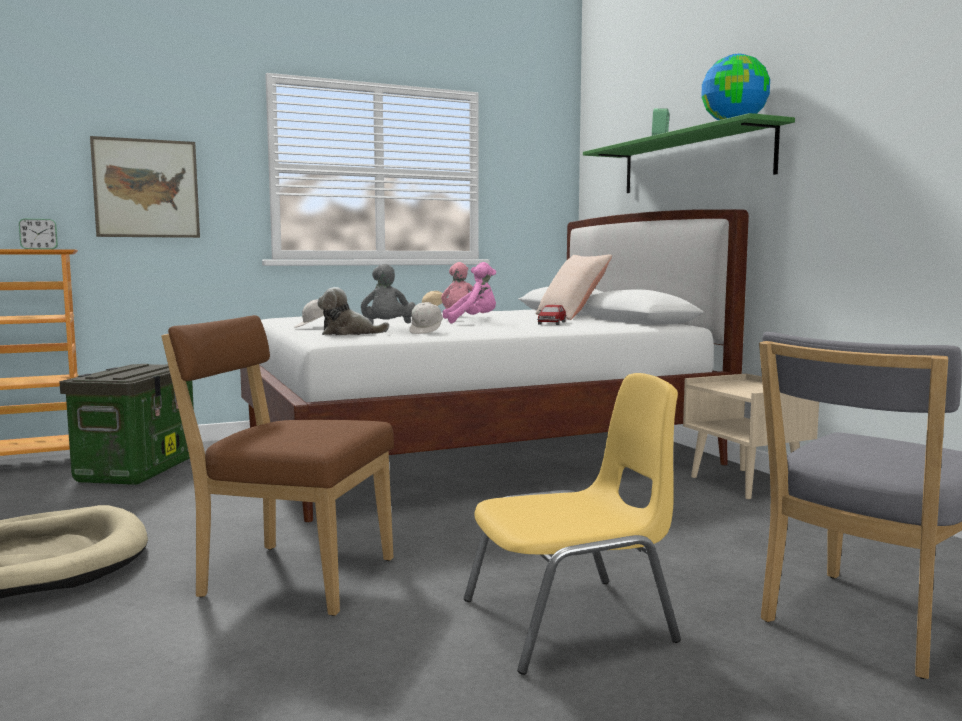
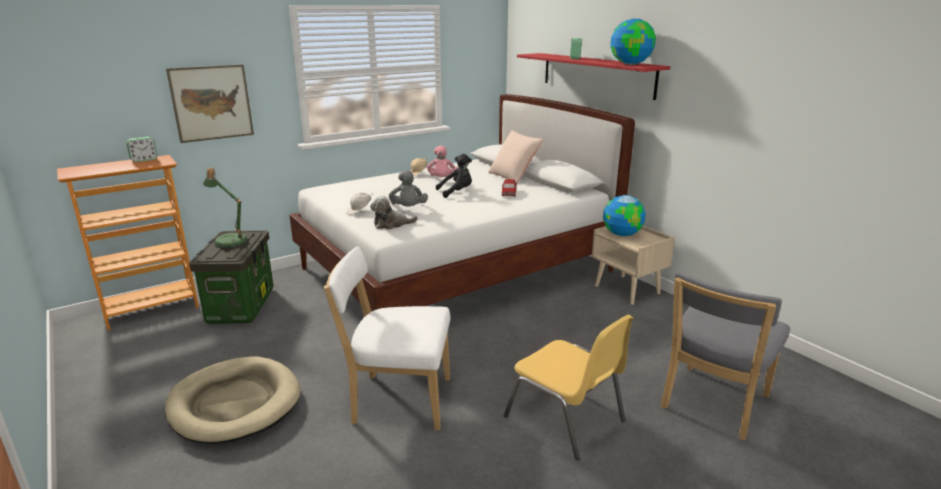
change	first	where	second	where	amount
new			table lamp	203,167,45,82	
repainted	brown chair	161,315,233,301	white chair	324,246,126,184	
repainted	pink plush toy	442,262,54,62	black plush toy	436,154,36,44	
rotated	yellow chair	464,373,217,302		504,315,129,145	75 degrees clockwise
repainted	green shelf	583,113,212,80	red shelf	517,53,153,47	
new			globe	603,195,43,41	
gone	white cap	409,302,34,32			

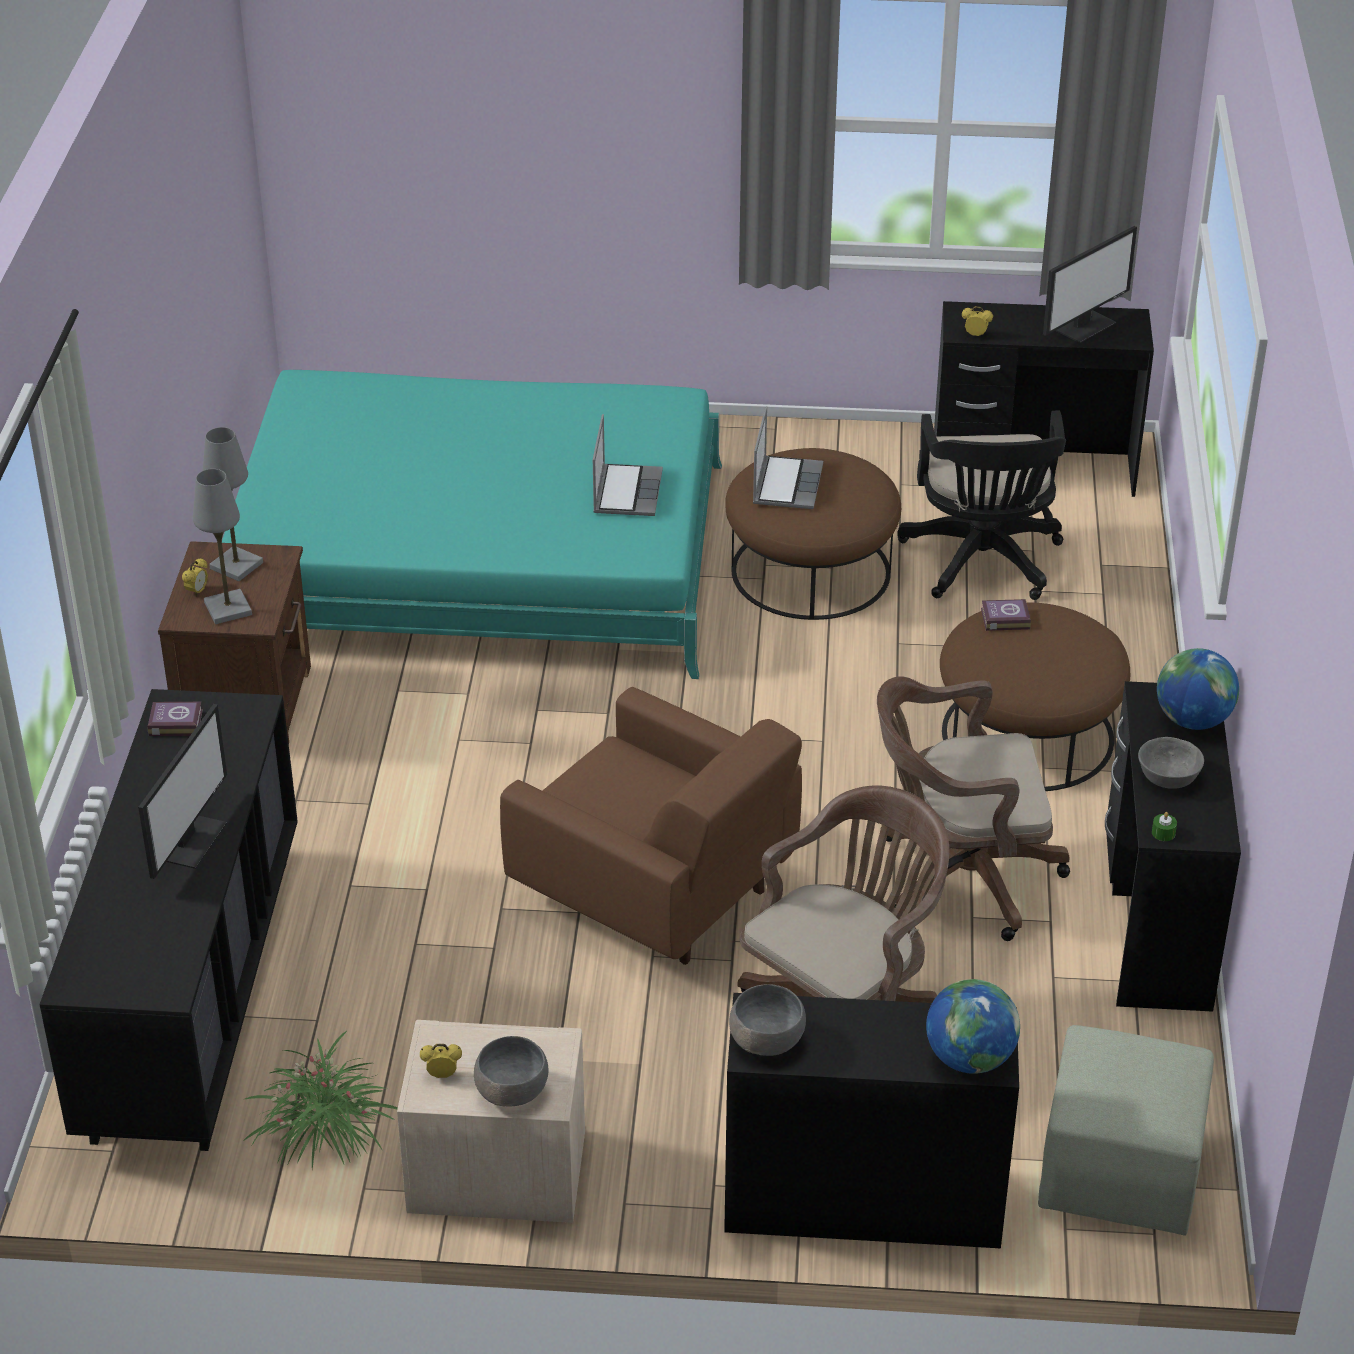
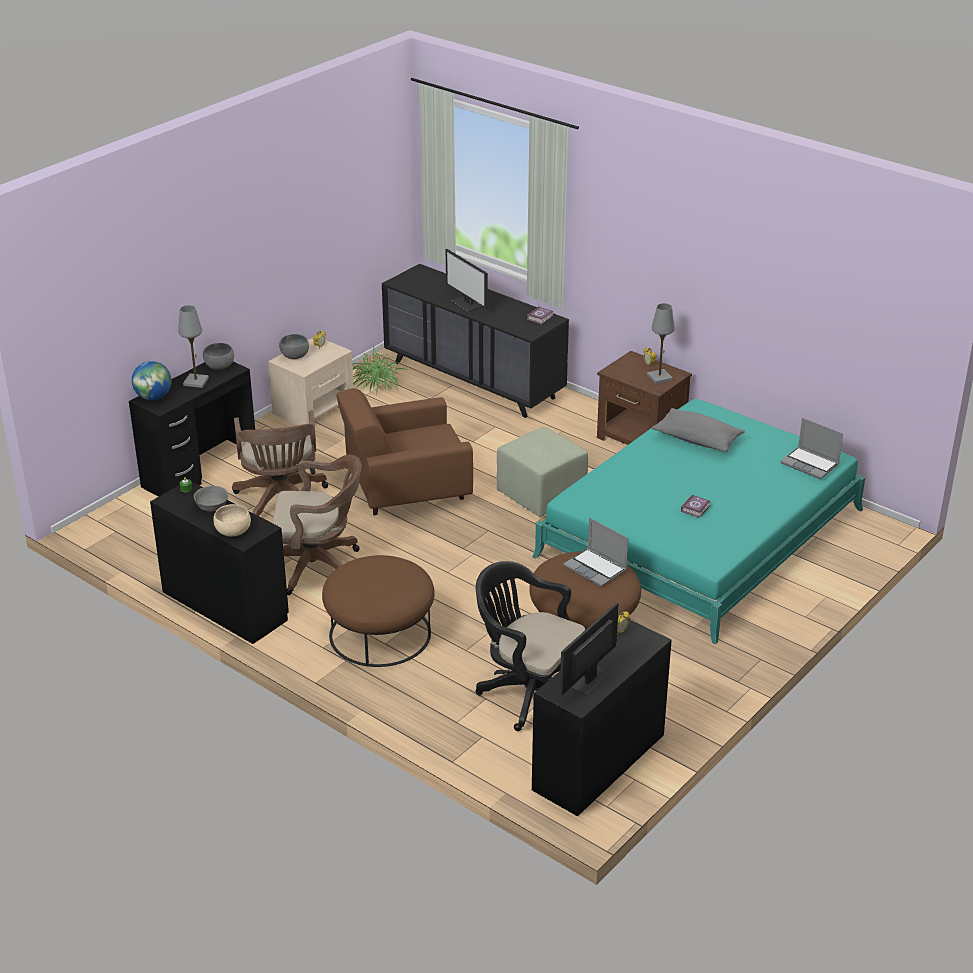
change	first	where	second	where	amount
shifted	grey table lamp	193,469,59,155		178,305,31,83	
swapped	globe	1157,648,82,82	beige bowl	213,504,38,32	
rotated	brown office chair	877,676,193,265		272,455,90,140	60 degrees clockwise
shifted	green ottoman	1038,1025,176,211		497,427,91,90	
rotated	monitor	1043,226,94,117		560,602,59,93	45 degrees clockwise
new			grey pillow	652,408,93,44	
shifted	book	981,599,50,32		681,494,29,24	
shifted	laptop	593,414,70,102		780,418,63,61	

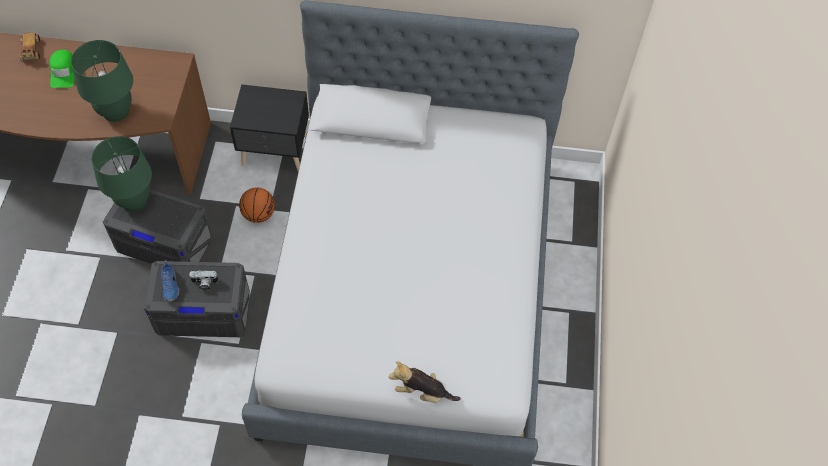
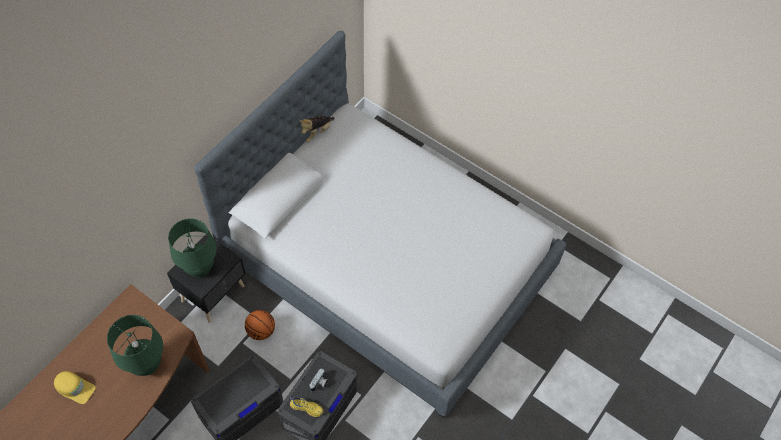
change	first	where	second	where	amount
repainted	green cap	49,50,25,38	yellow cap	54,371,42,33	
shifted	green table lamp	91,136,61,76		168,218,49,60	
repainted	blue shoe	161,260,18,42	yellow shoe	290,397,34,20	
shifted	plush toy	389,361,71,42		299,116,35,26	
gone	toy car	20,32,20,29			

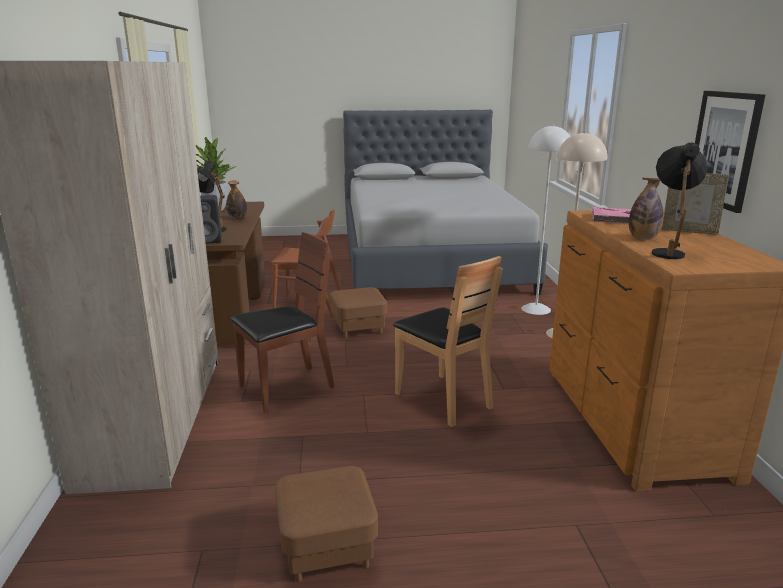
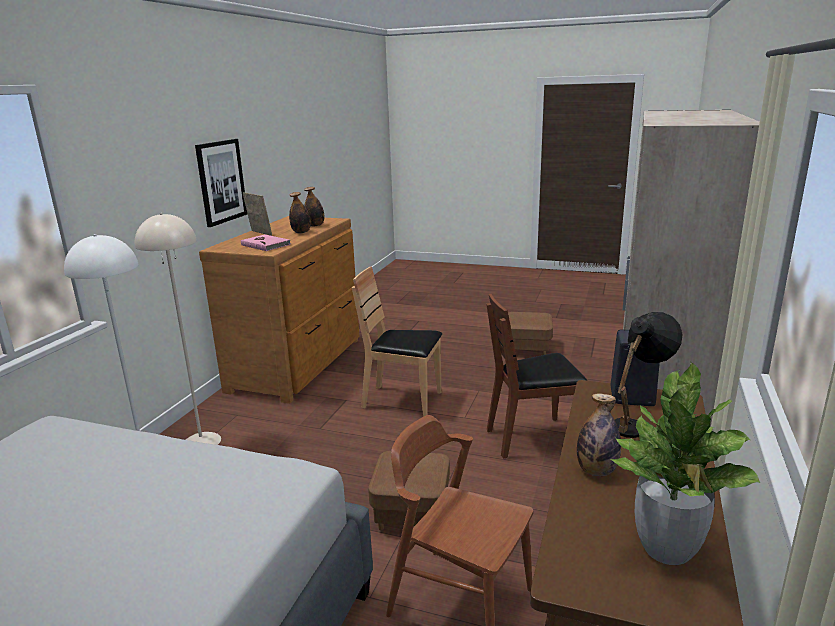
change	first	where	second	where	amount
swapped	black table lamp	652,142,56,117	bottle	304,187,21,40	
rotated	brown chair	393,256,110,171		352,266,90,151	60 degrees counterclockwise

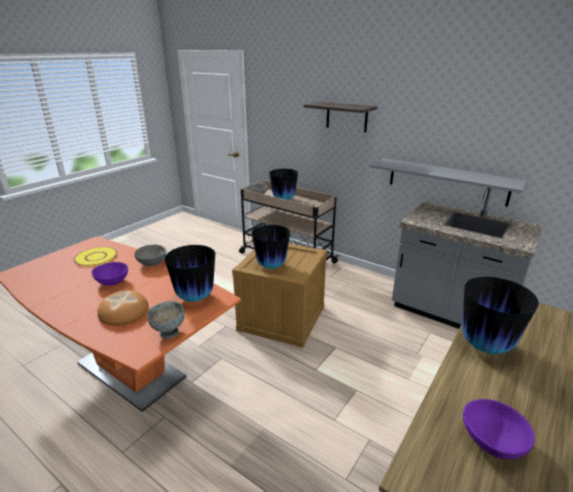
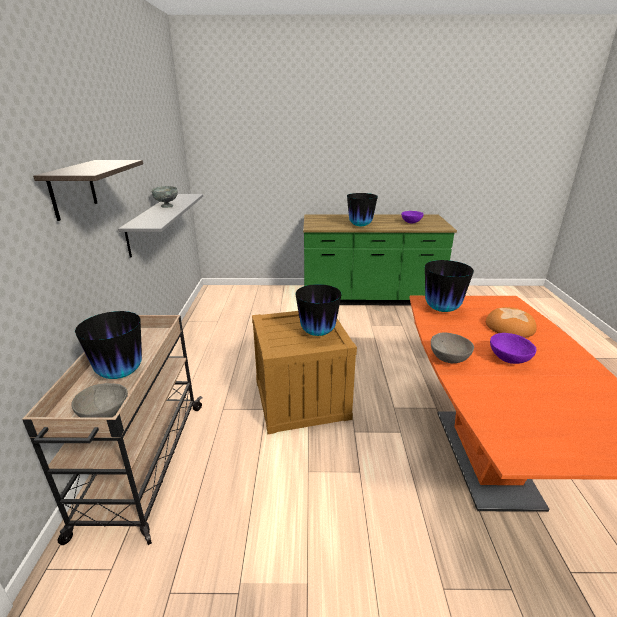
change	first	where	second	where	amount
shifted	grey bowl	147,301,38,38		151,186,27,22	
gone	yellow plate	74,247,43,19			
gone	grey counter	392,187,151,142			

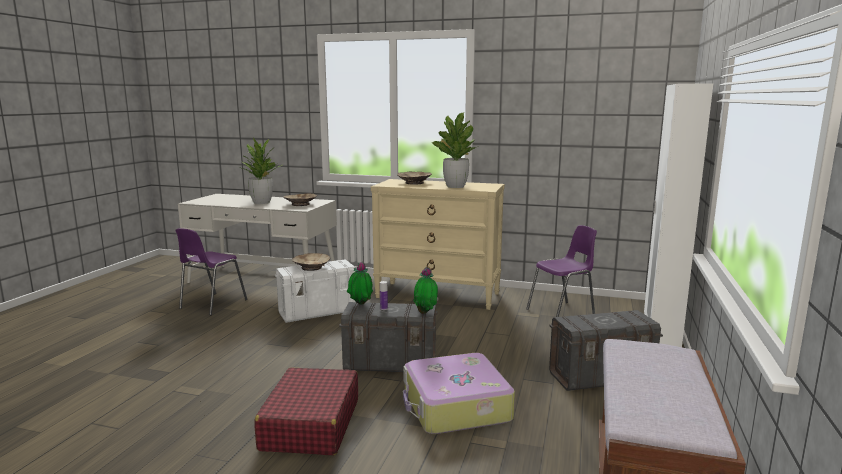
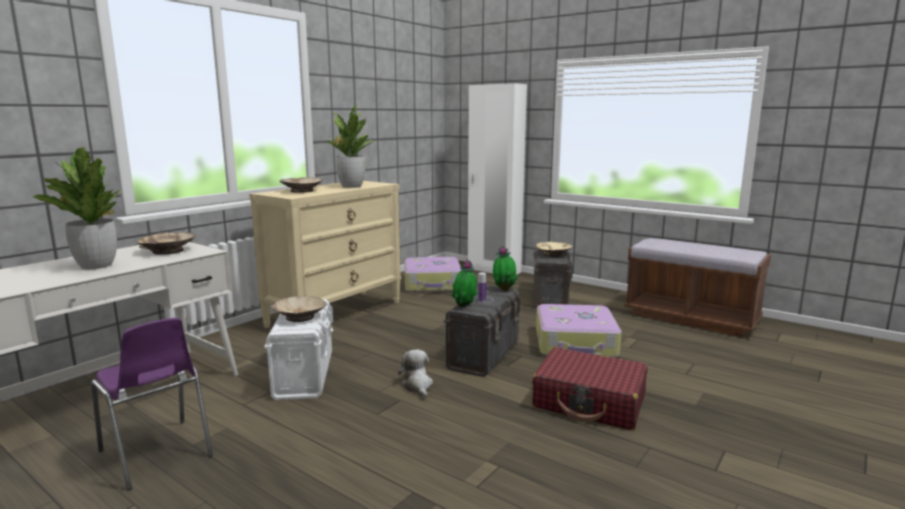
change	first	where	second	where	amount
new			plush toy	398,350,35,48	
swapped	purple chair	526,225,71,92	suitcase	404,257,58,35	
new			beige bowl	536,241,36,16	

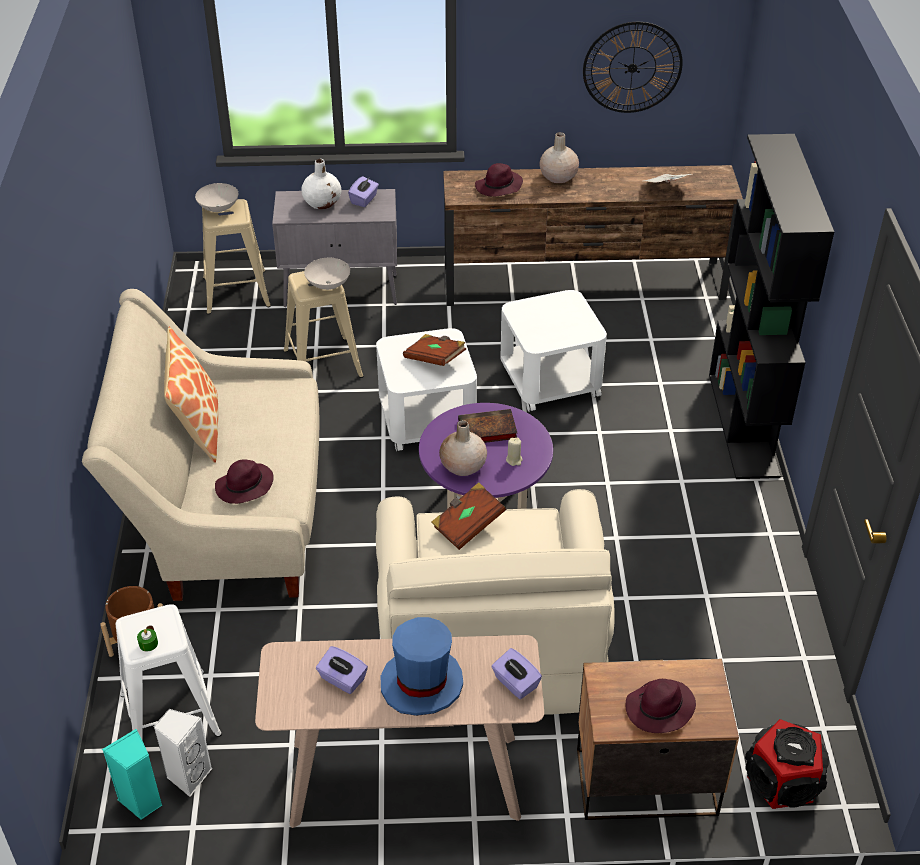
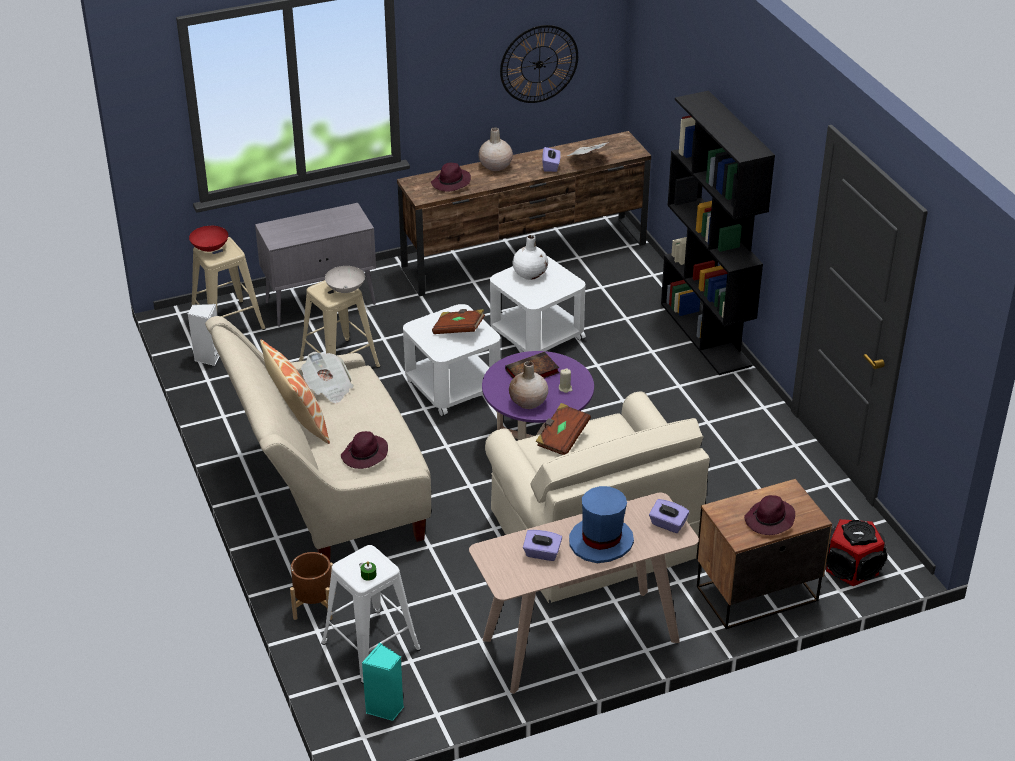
change	first	where	second	where	amount
shifted	white speaker	154,708,58,89		188,304,31,62	
repainted	white bowl	195,183,43,29	red bowl	189,226,39,26	
new			newspaper	301,352,53,51	
shifted	white vase	301,159,40,50		512,235,36,45	
shifted	purple tissue box	348,176,31,31		542,147,19,25	

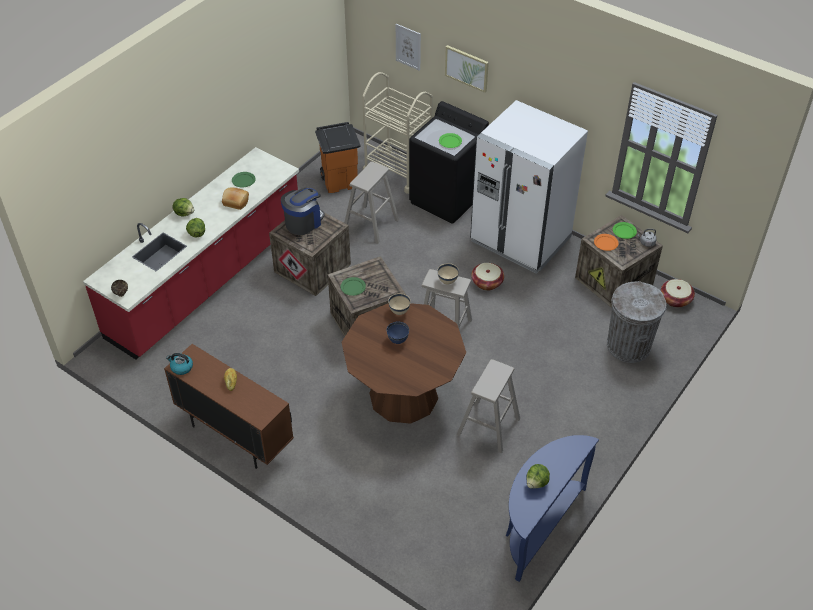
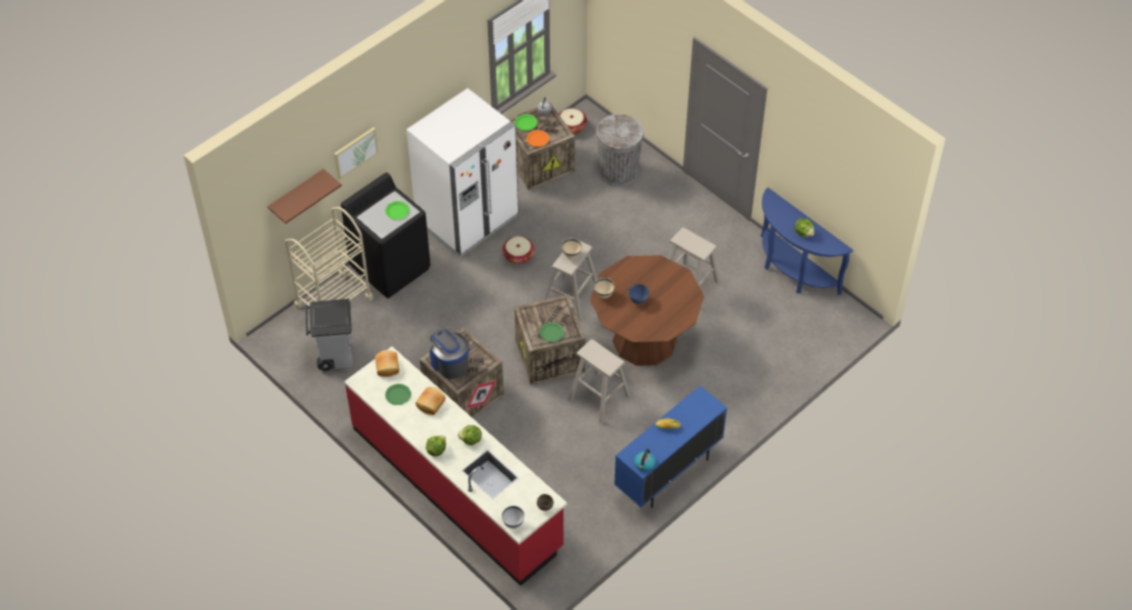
change	first	where	second	where	amount
swapped	picture	396,24,25,47	brown shelf	267,169,75,55	
repainted	orange trash can	315,122,46,71	grey trash can	305,299,47,72	
new			bread	375,350,24,27	
new			white bowl	502,506,23,23	
shifted	beige stool	344,162,55,81		568,339,63,85	
repainted	brown cabinet	164,344,130,125	blue cabinet	614,386,113,122	

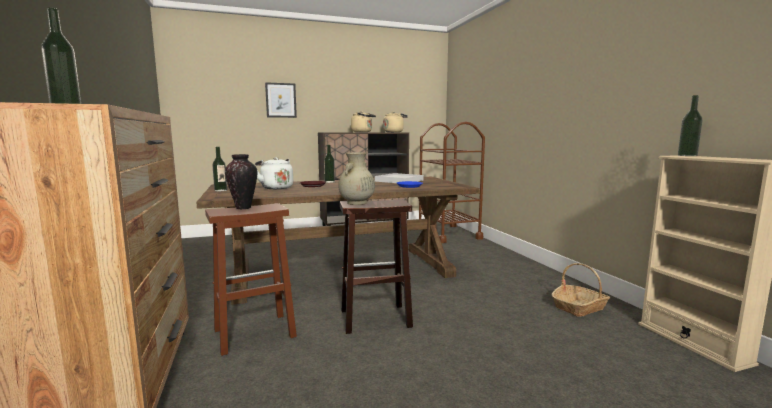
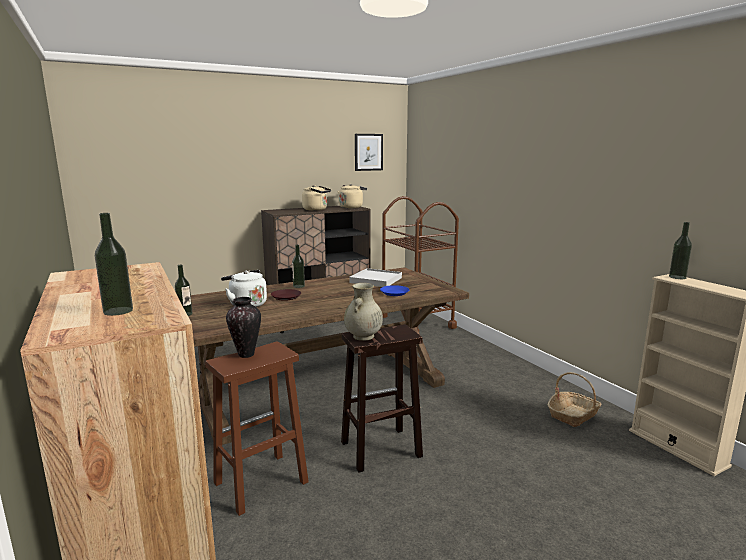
change	first	where	second	where	amount
shifted	picture	265,82,32,36		355,134,28,37	

